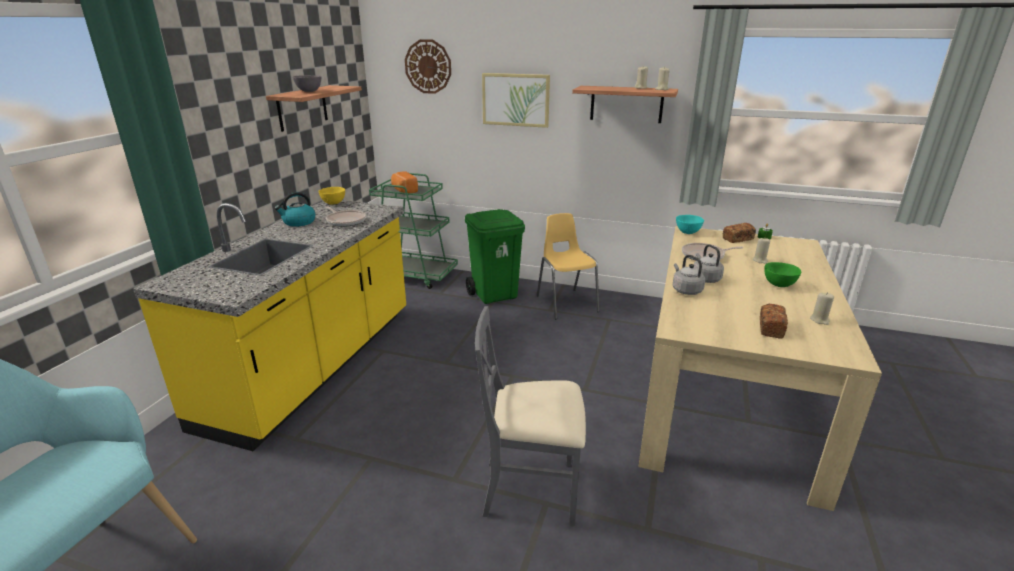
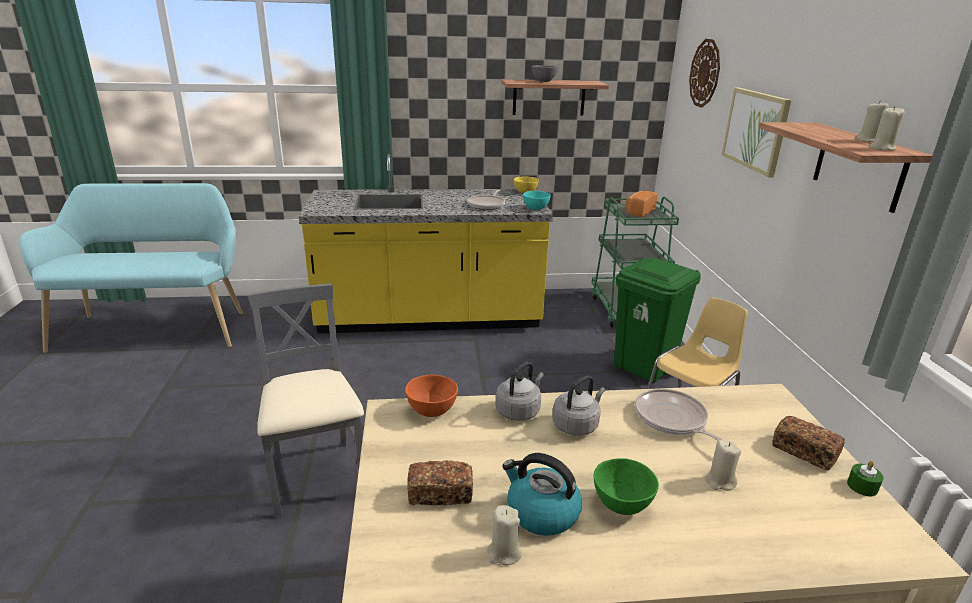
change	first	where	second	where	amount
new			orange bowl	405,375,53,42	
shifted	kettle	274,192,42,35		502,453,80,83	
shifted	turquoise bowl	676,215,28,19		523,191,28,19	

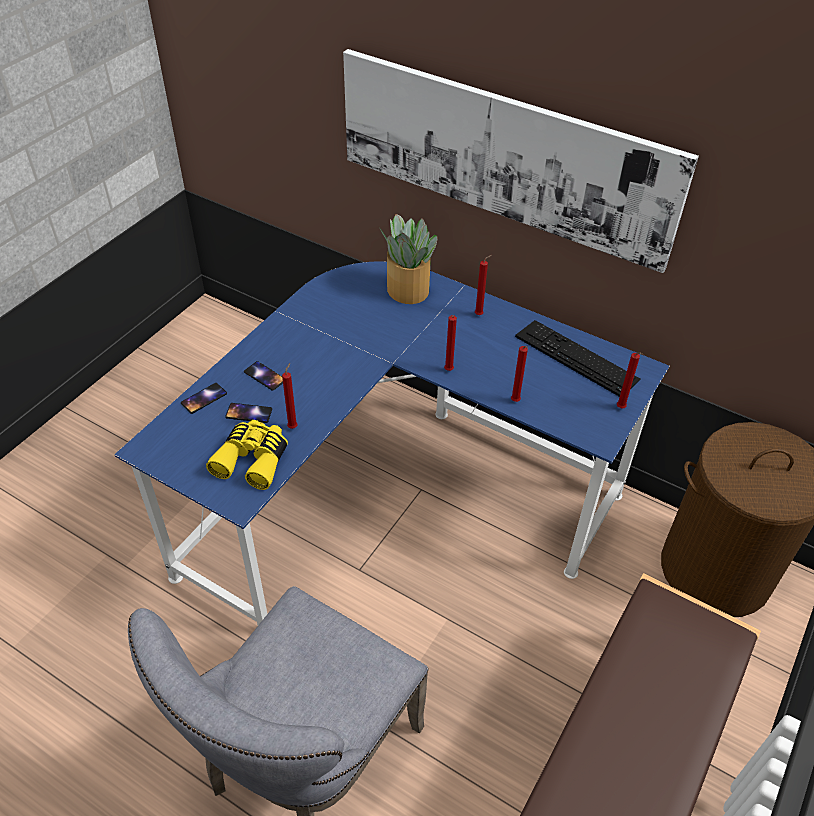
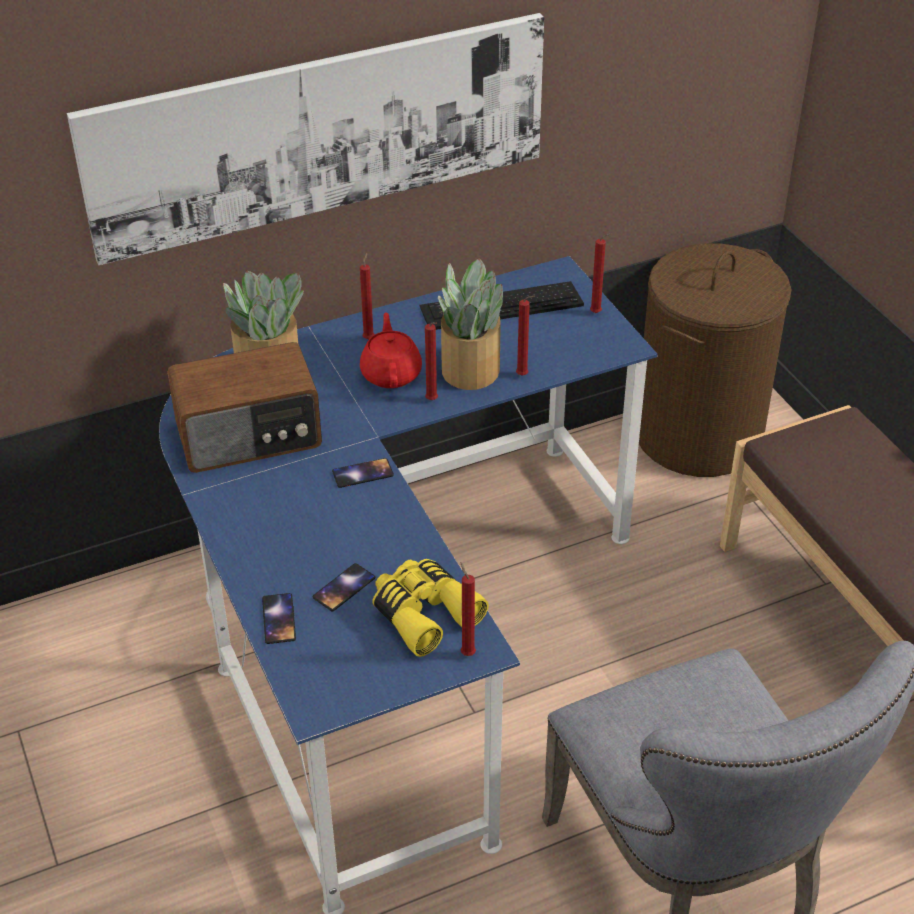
change	first	where	second	where	amount
new			radio	167,342,155,131	
shifted	phone	244,361,39,30		332,458,62,30	
new			red teapot	360,312,62,76	
new			potted plant	438,259,65,131	
shifted	red candle	282,363,16,66		460,562,16,94	

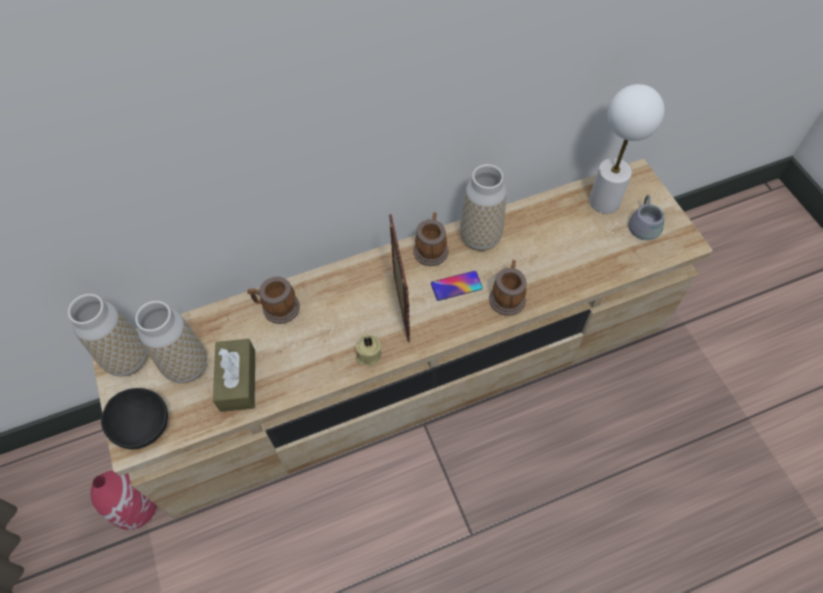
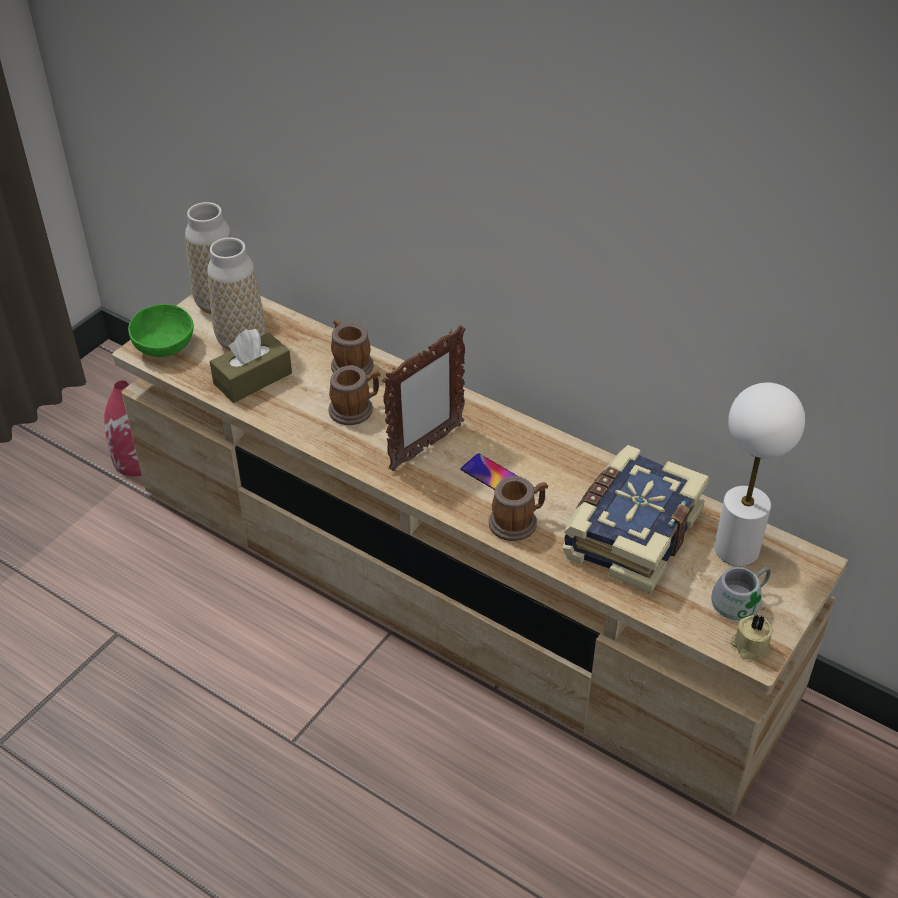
change	first	where	second	where	amount
repainted	black bowl	101,388,67,61	green bowl	128,304,66,53	
shifted	mug	413,212,35,54		329,365,52,60	
new			book	562,445,147,149	
shifted	beige candle	355,335,26,31		730,614,44,45	
gone	vase	460,164,47,87			

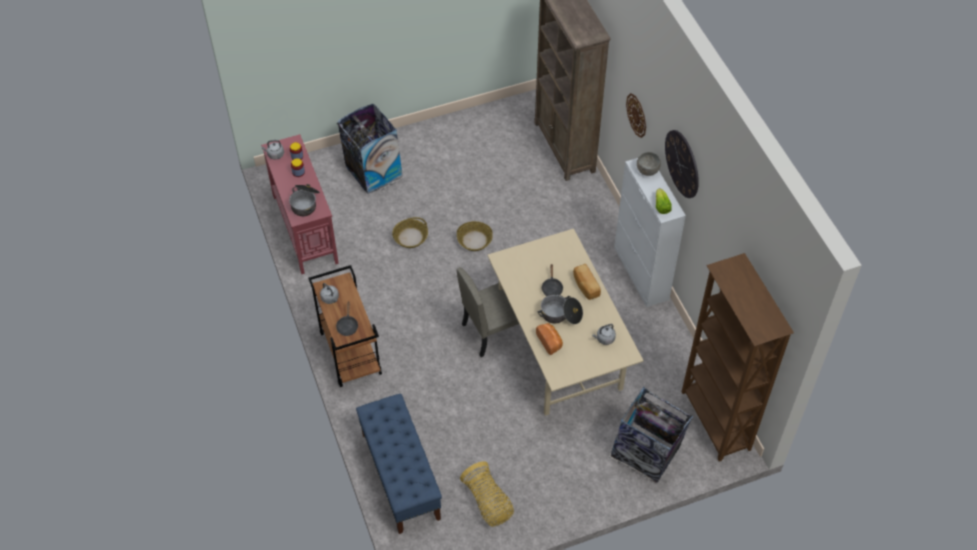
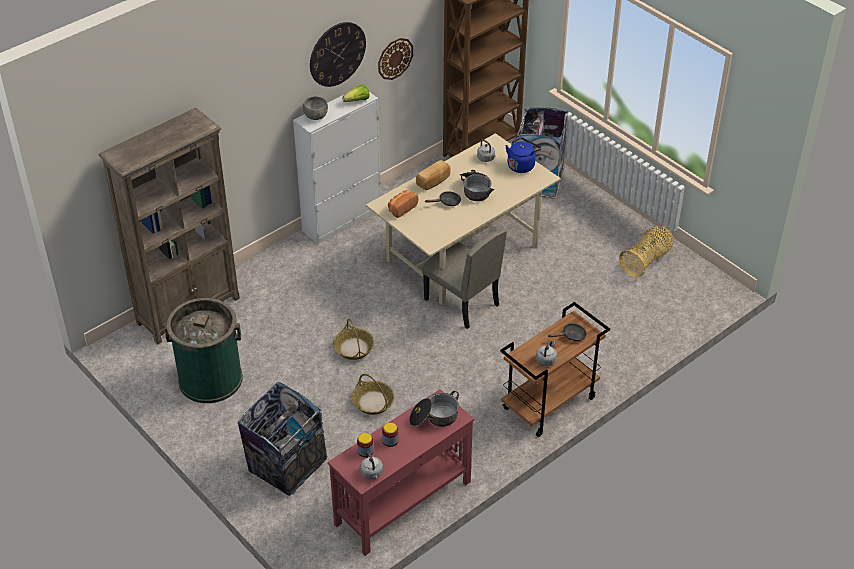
change	first	where	second	where	amount
new			green trash can	164,298,79,105	
shifted	wall clock	626,93,20,45		378,38,35,42	
shifted	bread	536,323,27,32		388,190,30,28	
new			blue kettle	505,137,36,36	
gone	blue bench	356,394,86,140			

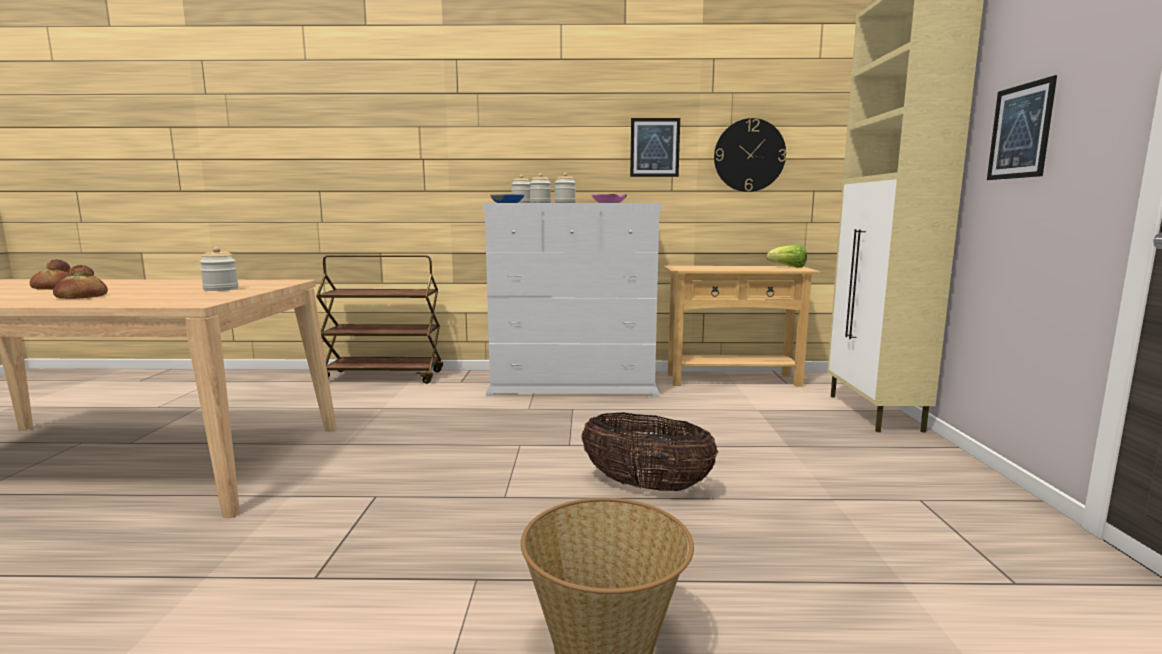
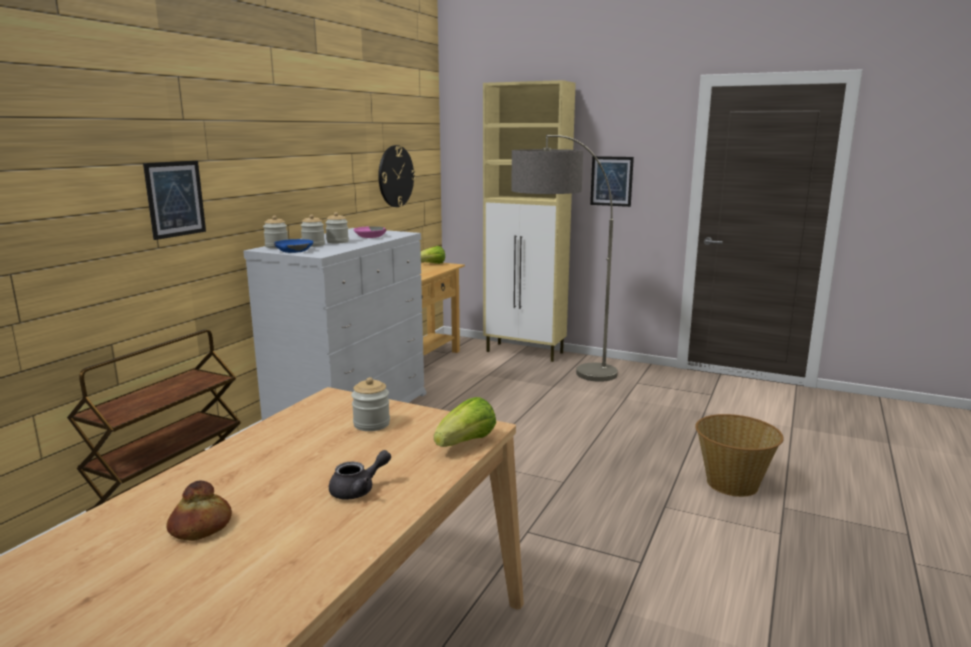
change	first	where	second	where	amount
shifted	picture	630,118,50,59		143,161,63,79	
swapped	bread	53,265,55,34	grey teapot	329,450,62,50	
new			lettuce	434,397,62,50	
new			floor lamp	511,135,107,247	
gone	basket	581,412,138,79			

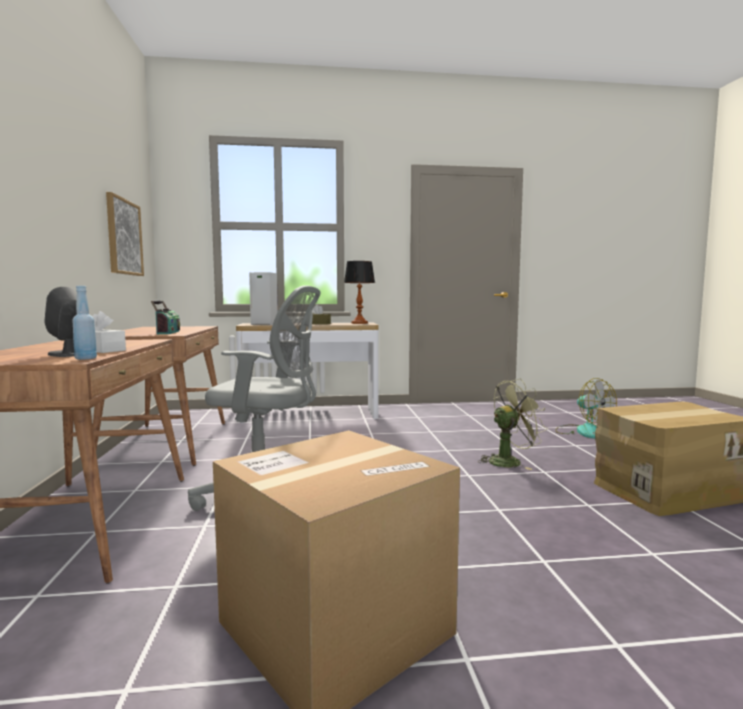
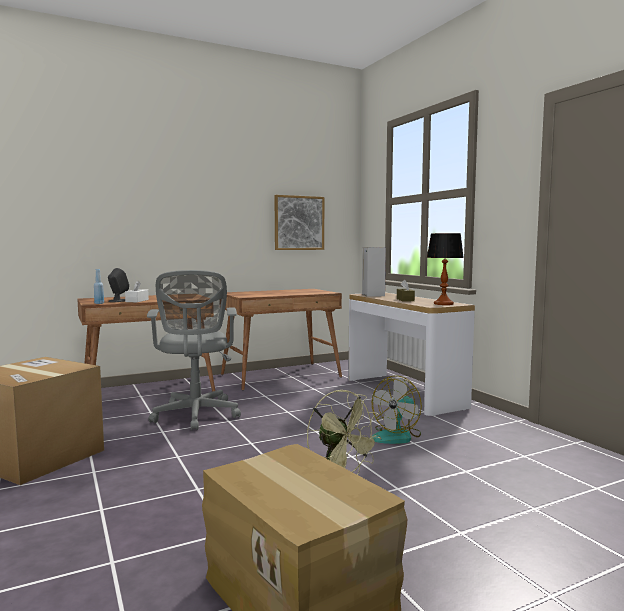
change	first	where	second	where	amount
shifted	fan	555,378,62,61		371,376,51,68	
gone	radio	151,300,29,34			

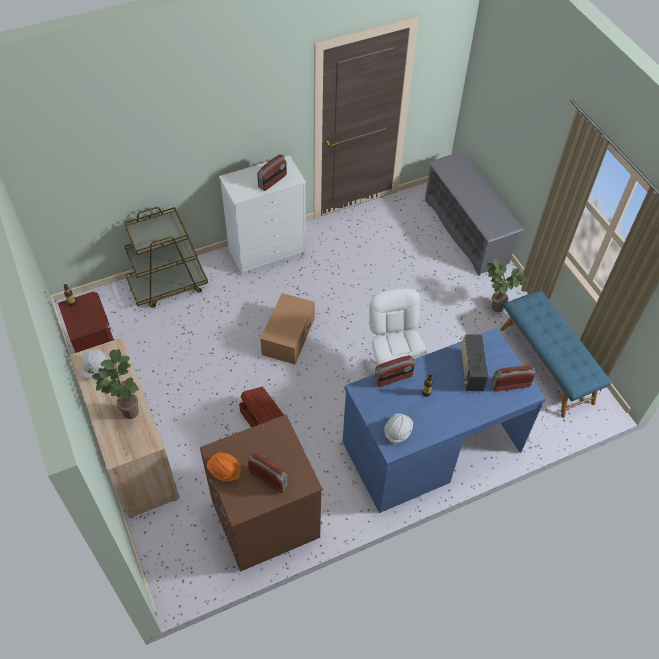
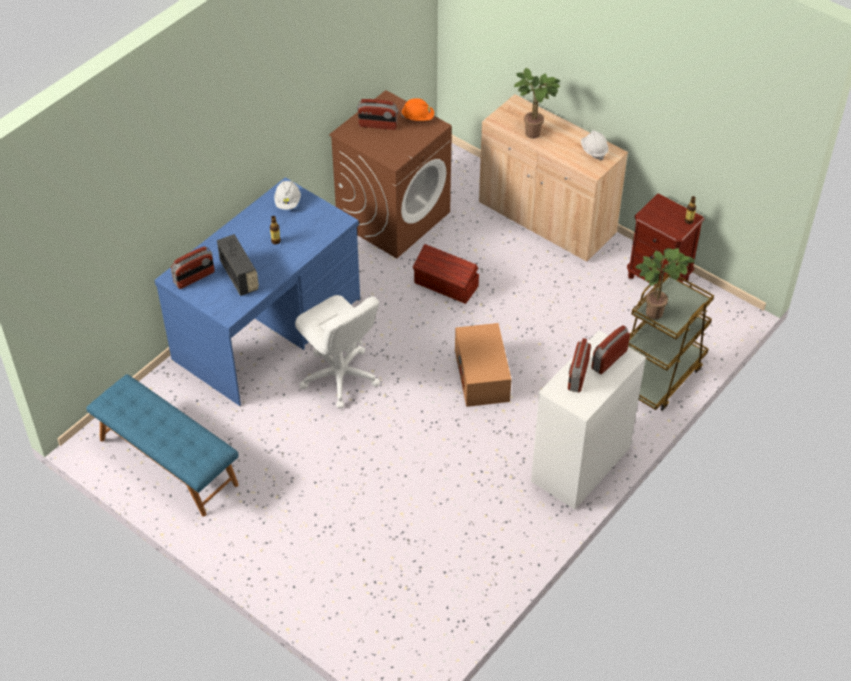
change	first	where	second	where	amount
shifted	radio	375,355,40,32		591,325,39,49	
shifted	potted plant	486,259,42,53		635,248,60,72	
gone	grey shoe rack	425,151,99,125			

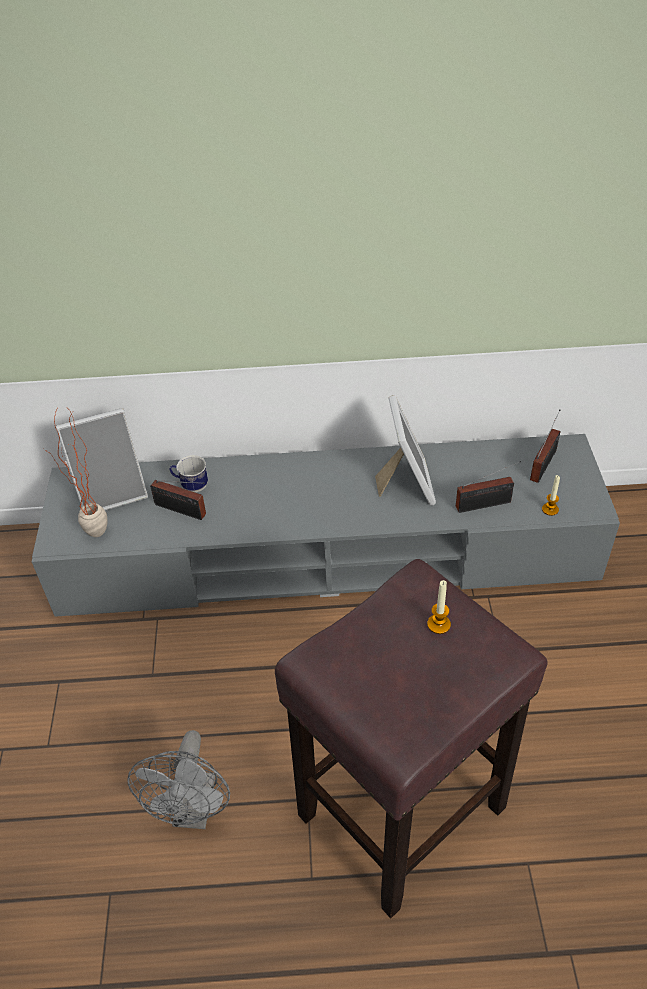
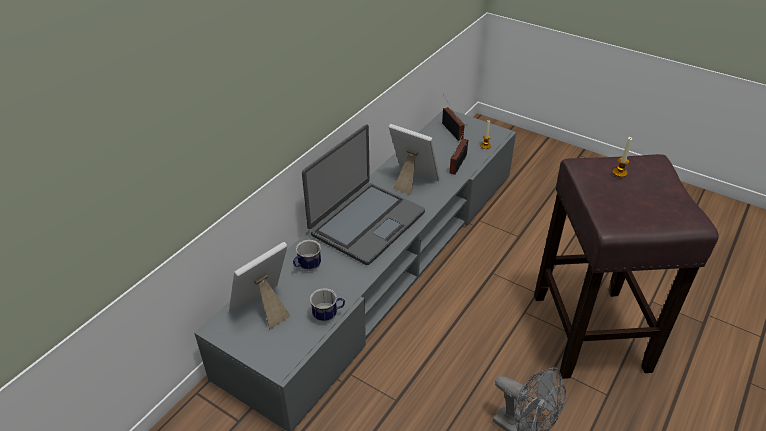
change	first	where	second	where	amount
rotated	picture frame	56,408,92,102		229,242,62,88	150 degrees counterclockwise
new			laptop	302,125,123,140	
new			mug	310,289,35,33	
gone	potted plant	44,406,64,131			
gone	radio	150,480,56,40			

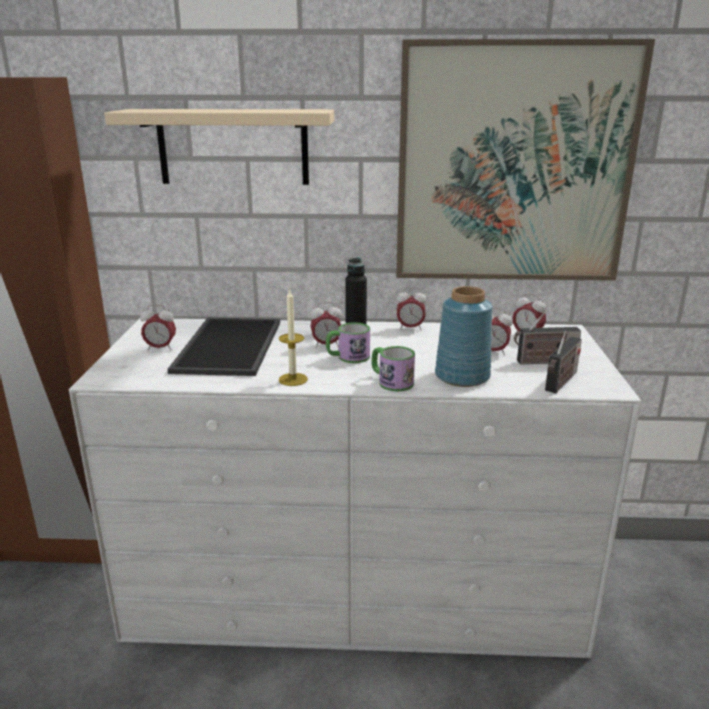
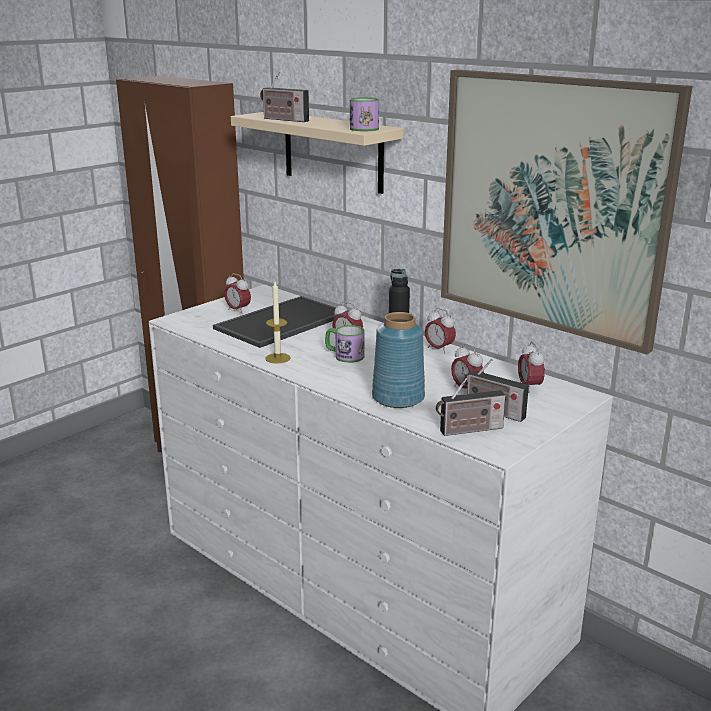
change	first	where	second	where	amount
new			radio	260,72,49,50	
shifted	mug	371,346,44,45		350,97,29,34	

